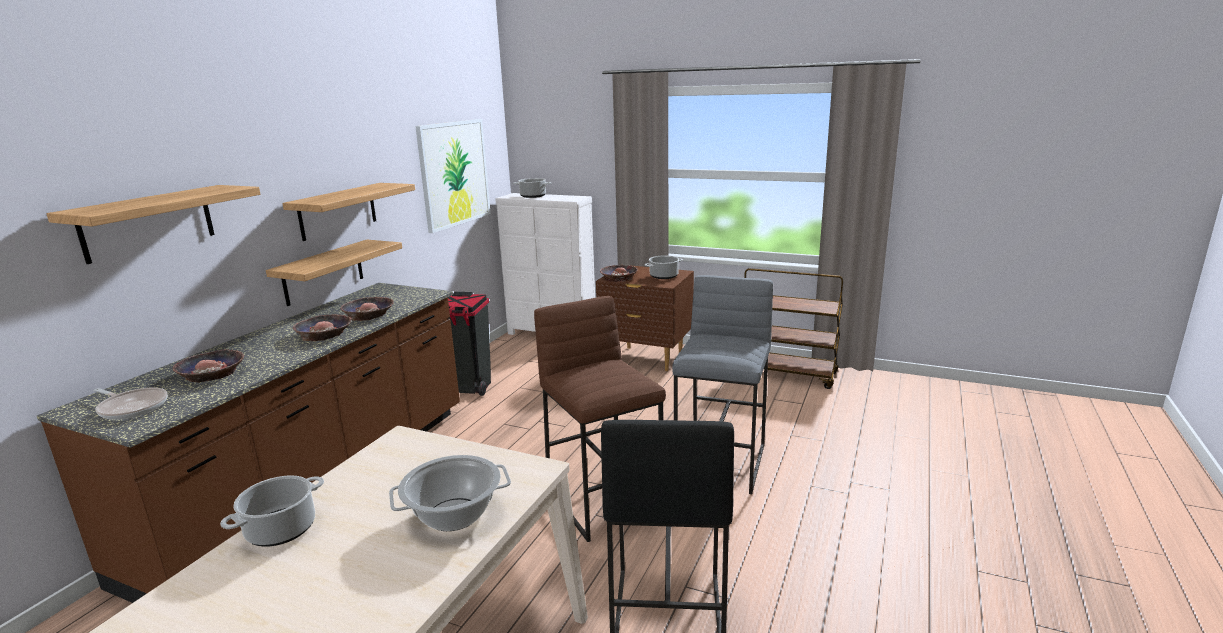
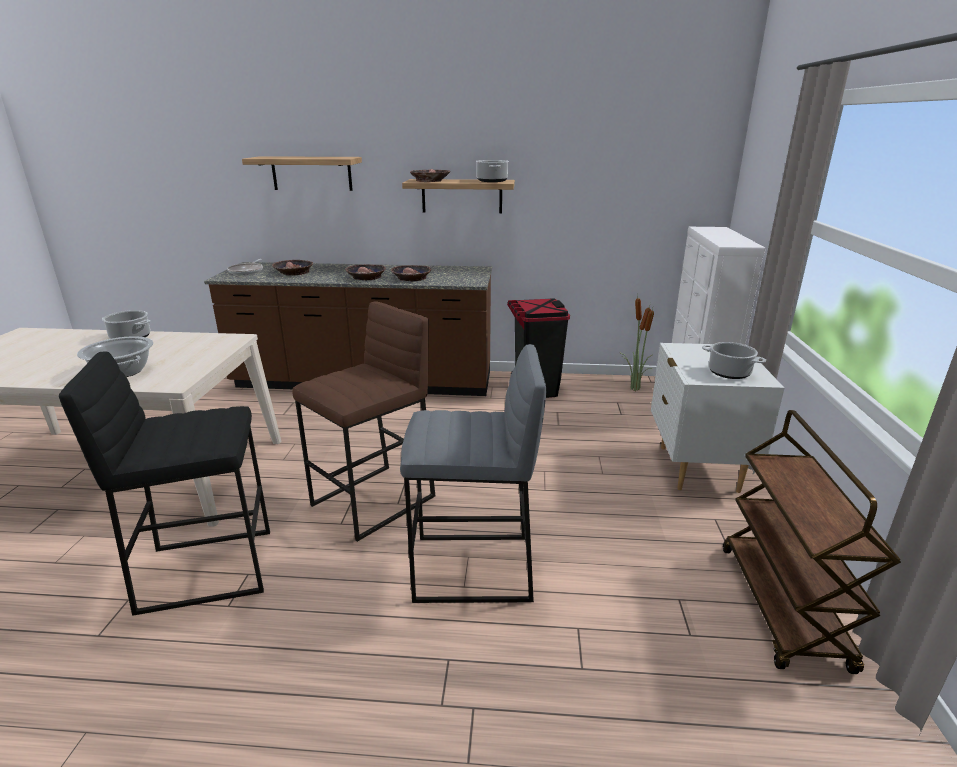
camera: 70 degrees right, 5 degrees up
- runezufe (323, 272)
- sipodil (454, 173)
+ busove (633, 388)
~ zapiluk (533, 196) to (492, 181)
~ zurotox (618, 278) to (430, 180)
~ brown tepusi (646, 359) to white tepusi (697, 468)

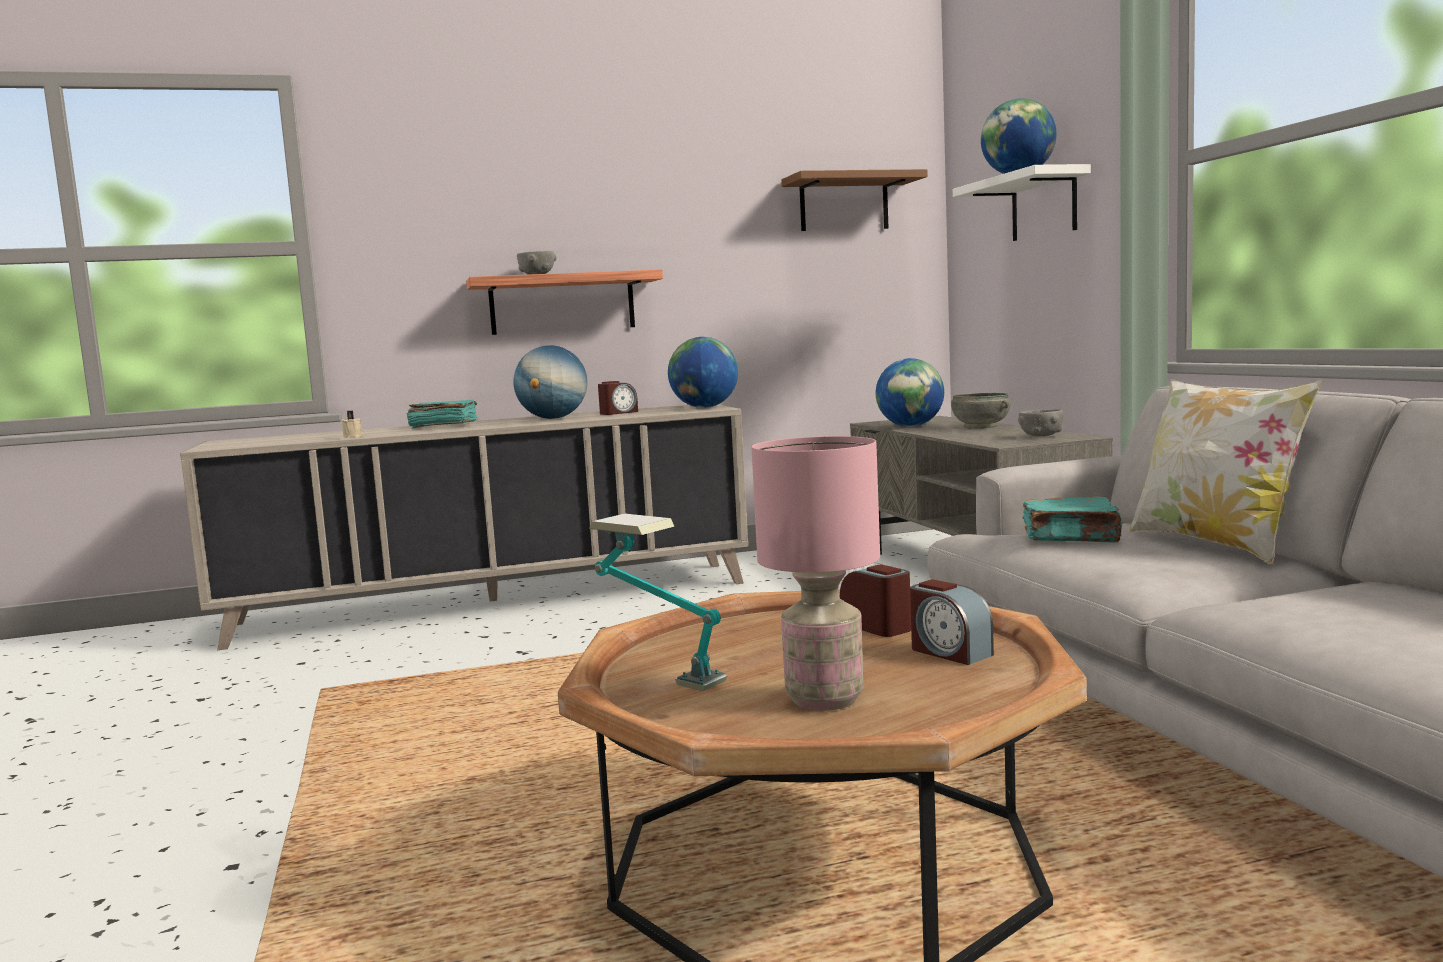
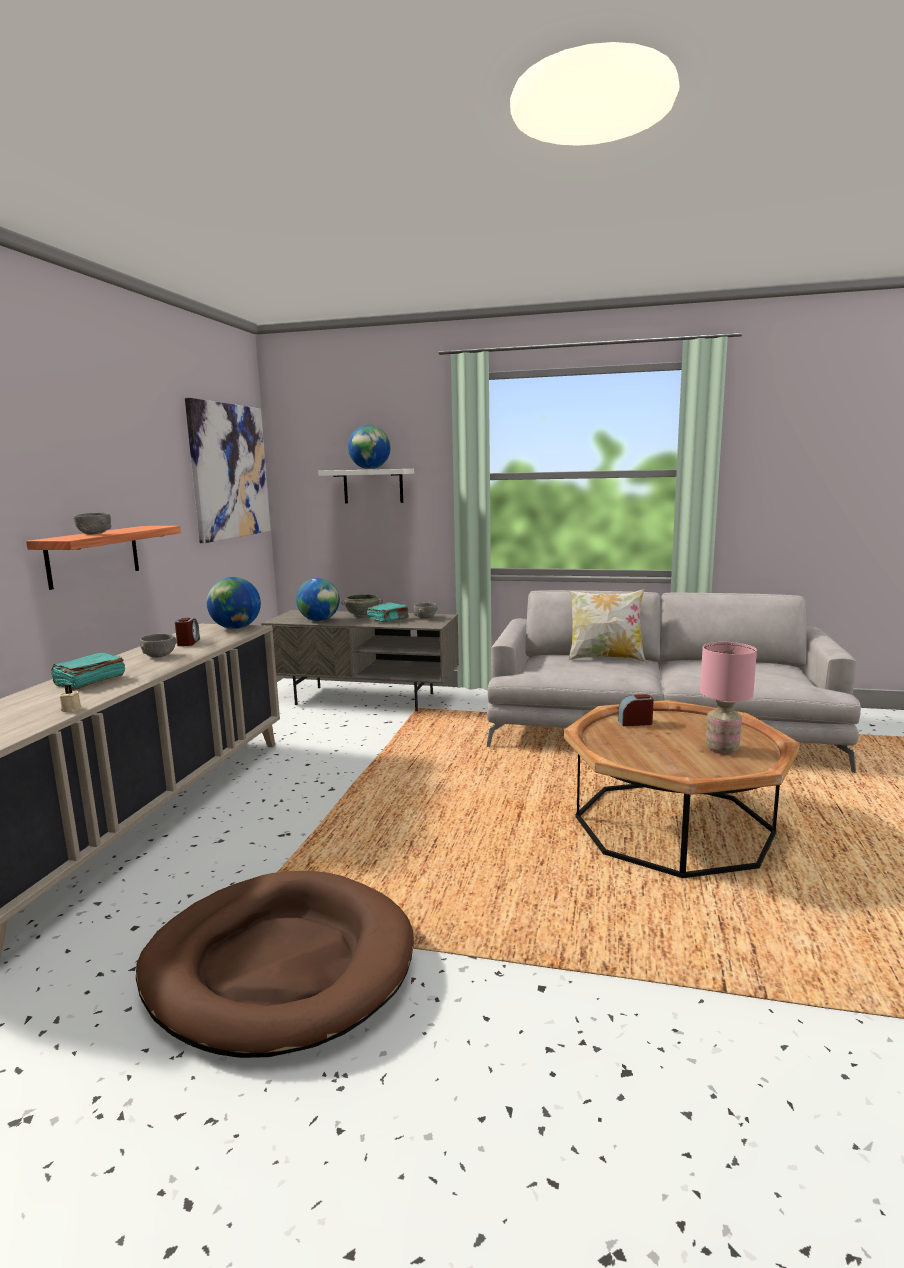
camera: 60 degrees left, 5 degrees up
- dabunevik (658, 672)
- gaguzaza (949, 652)
+ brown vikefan (279, 966)
~ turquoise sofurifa (1072, 538) to (388, 619)
~ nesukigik (553, 418) to grey zurotox (159, 656)
~ brown runezufe (844, 204) to sipodil (229, 471)

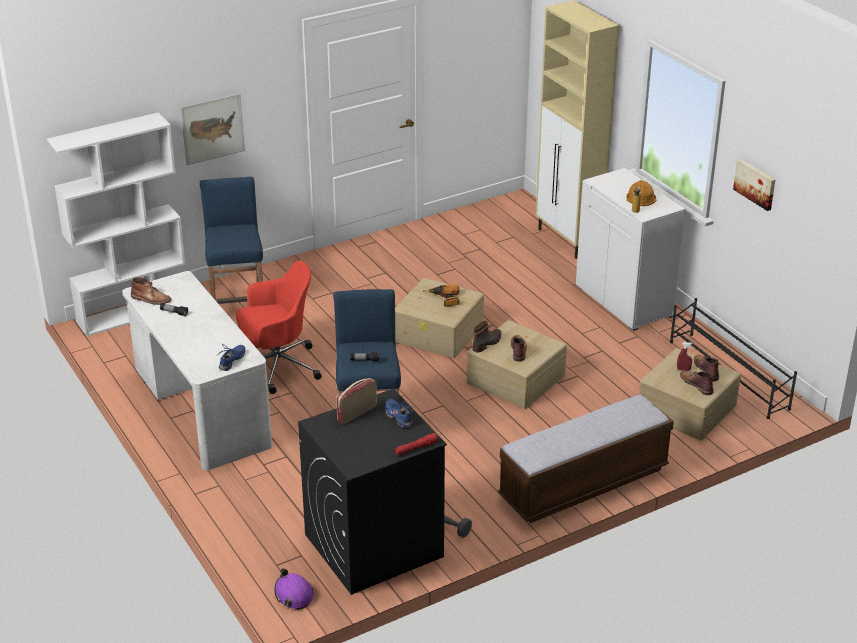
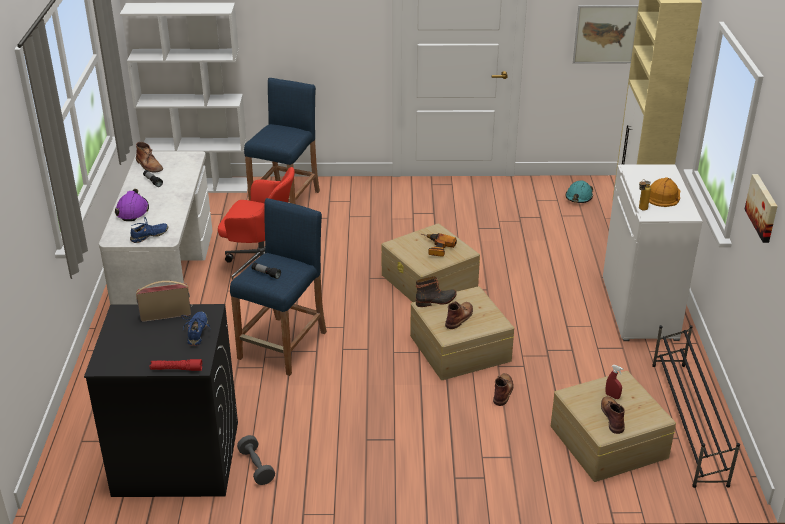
camera: 30 degrees right, 0 degrees up
- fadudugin (583, 483)
+ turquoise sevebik (578, 197)
~ sipodil (213, 128) to (605, 34)
~ purple sevebik (293, 594) to (132, 211)
~ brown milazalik (706, 369) to (503, 391)

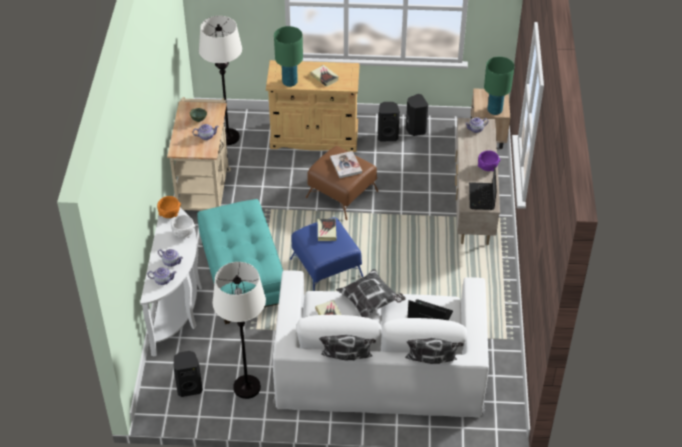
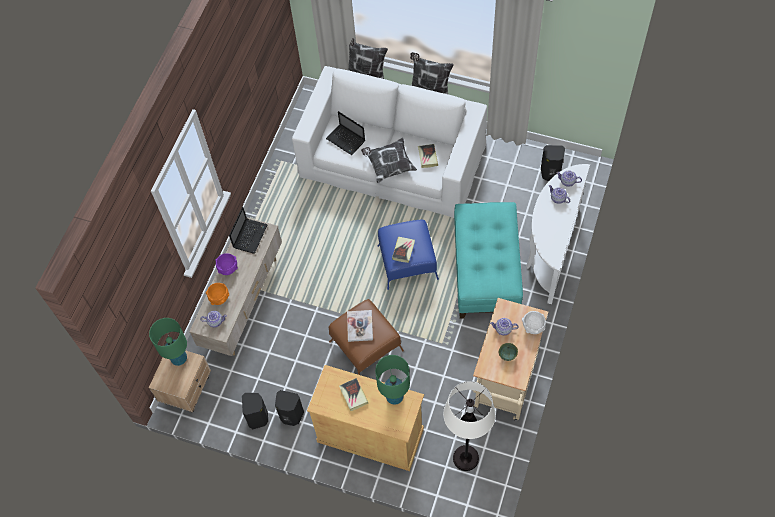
camera: 160 degrees left, 15 degrees up
- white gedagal (246, 387)
~ orange zurotox (169, 214) to (219, 298)
~ white zurotox (183, 233) to (533, 327)

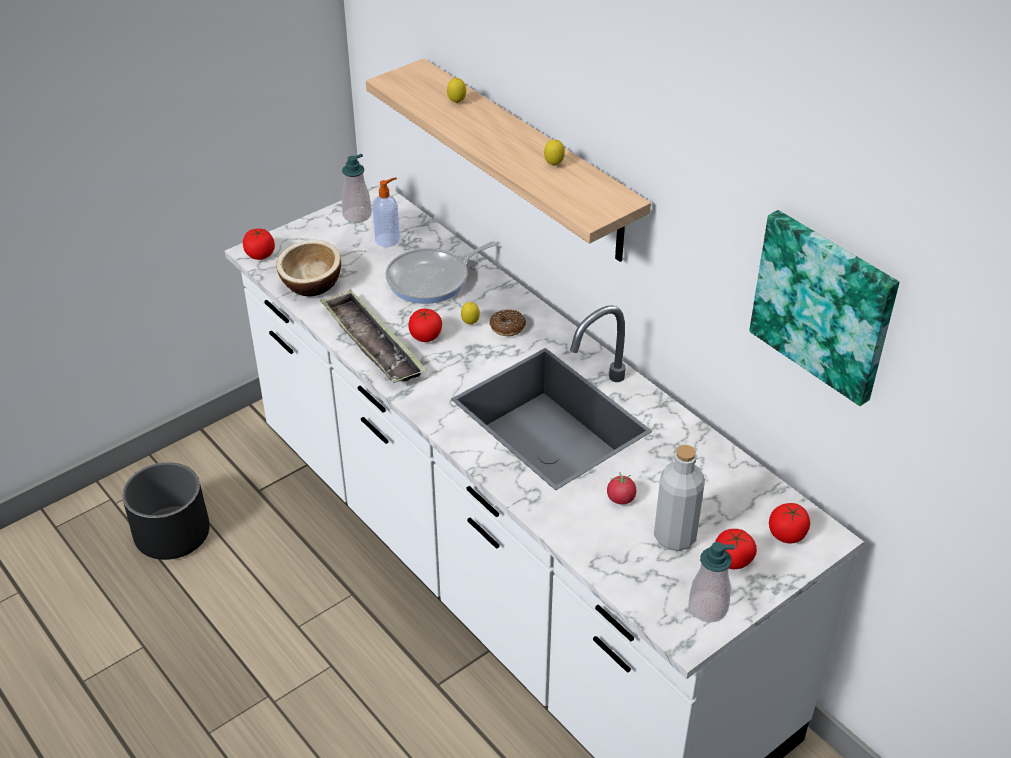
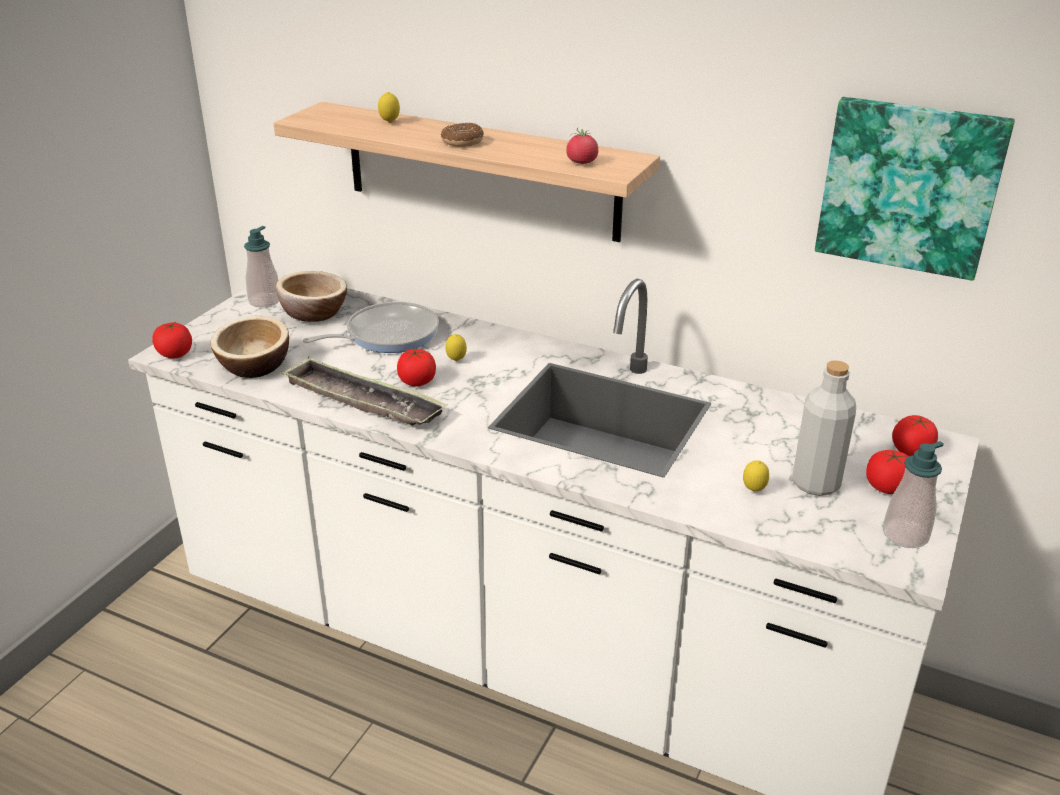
camera: 25 degrees left, 10 degrees down
- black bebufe (172, 533)
~ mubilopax (507, 327) to (462, 142)
~ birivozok (554, 165) to (753, 491)
~ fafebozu (620, 498) to (581, 162)
~ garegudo (388, 239) to zurotox (314, 313)
~ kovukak (432, 280) = (387, 335) 150 degrees counterclockwise

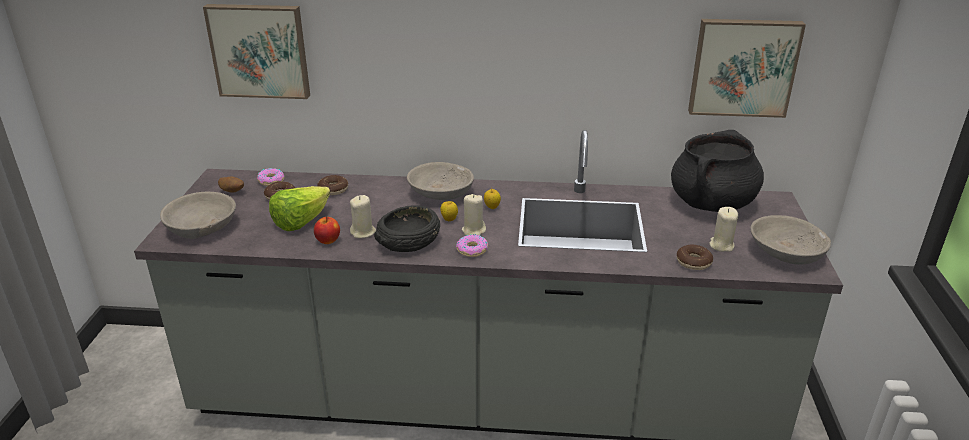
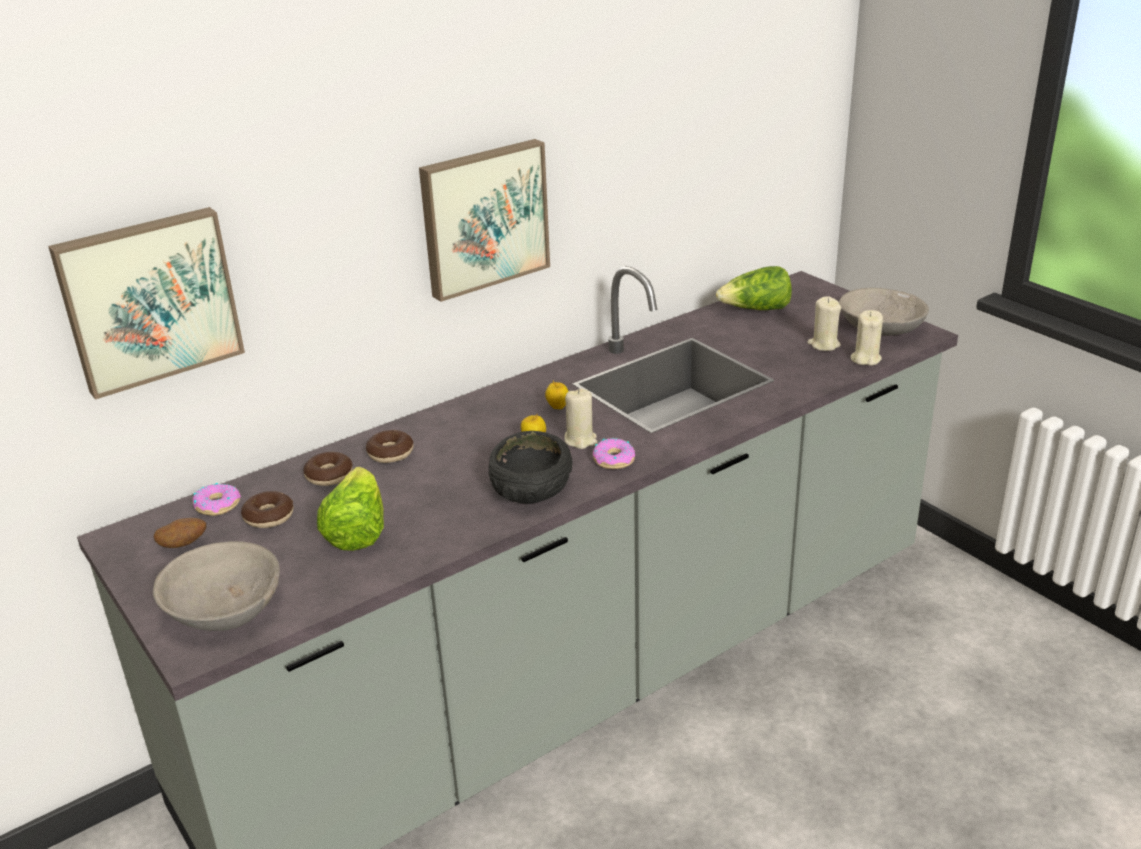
camera: 40 degrees left, 0 degrees up
- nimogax (328, 241)
- grey zurotox (440, 193)
~ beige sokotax (363, 232) to (865, 359)
~ mubilopax (693, 262) to (390, 453)
~ sipodil (743, 67) to (483, 217)
~ black zapiluk (712, 203) to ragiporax (756, 310)

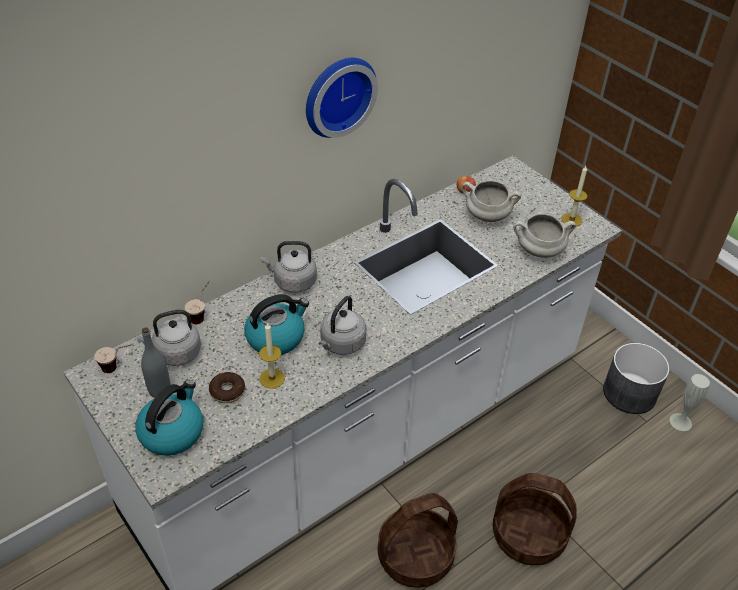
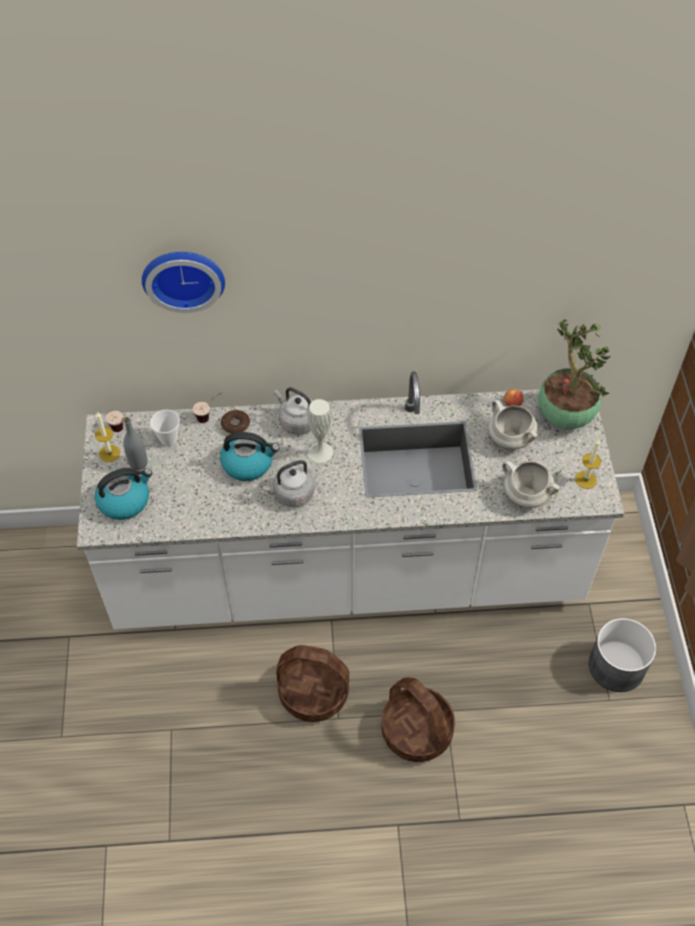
camera: 35 degrees right, 10 degrees up
+ busove (563, 416)
~ mubilopax (227, 391) to (235, 425)
~ sokotax (272, 378) to (109, 453)
~ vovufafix (337, 94) to (183, 276)
~ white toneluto (680, 422) to (320, 452)
~ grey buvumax (175, 353) to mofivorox (168, 439)

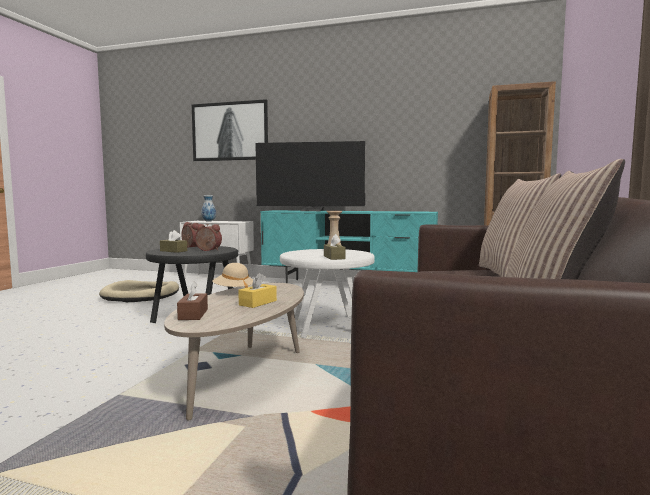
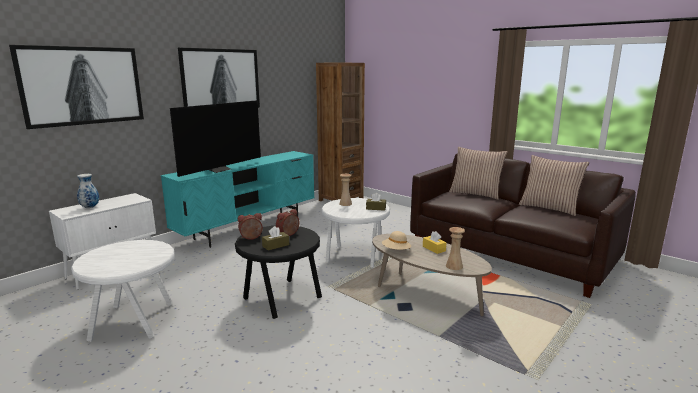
camera: 65 degrees left, 10 degrees up
+ sipodil (221, 80)
~ beige vikefan (141, 295) to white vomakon (134, 321)
~ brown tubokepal (193, 314) to beige toneluto (454, 266)

